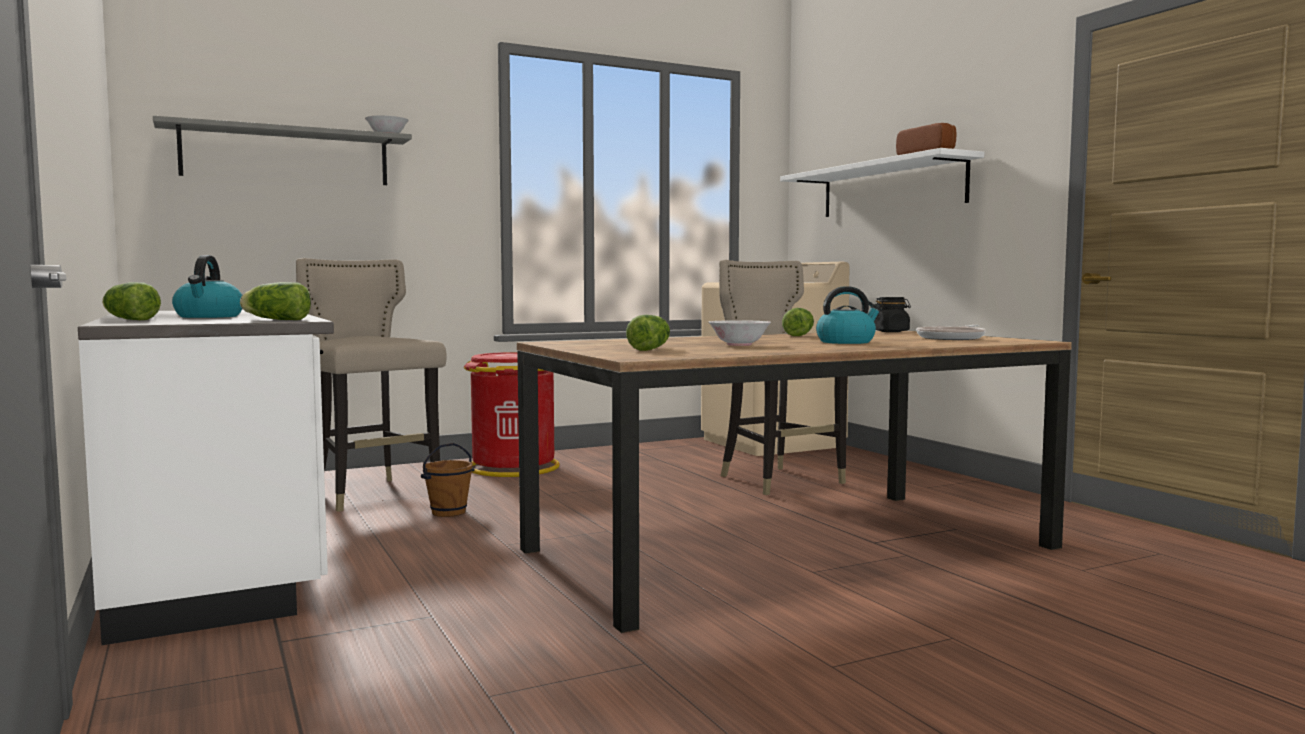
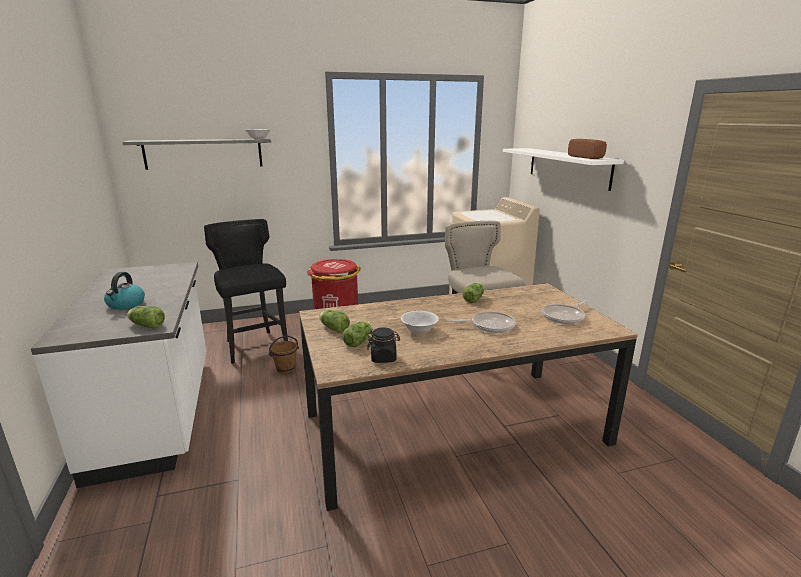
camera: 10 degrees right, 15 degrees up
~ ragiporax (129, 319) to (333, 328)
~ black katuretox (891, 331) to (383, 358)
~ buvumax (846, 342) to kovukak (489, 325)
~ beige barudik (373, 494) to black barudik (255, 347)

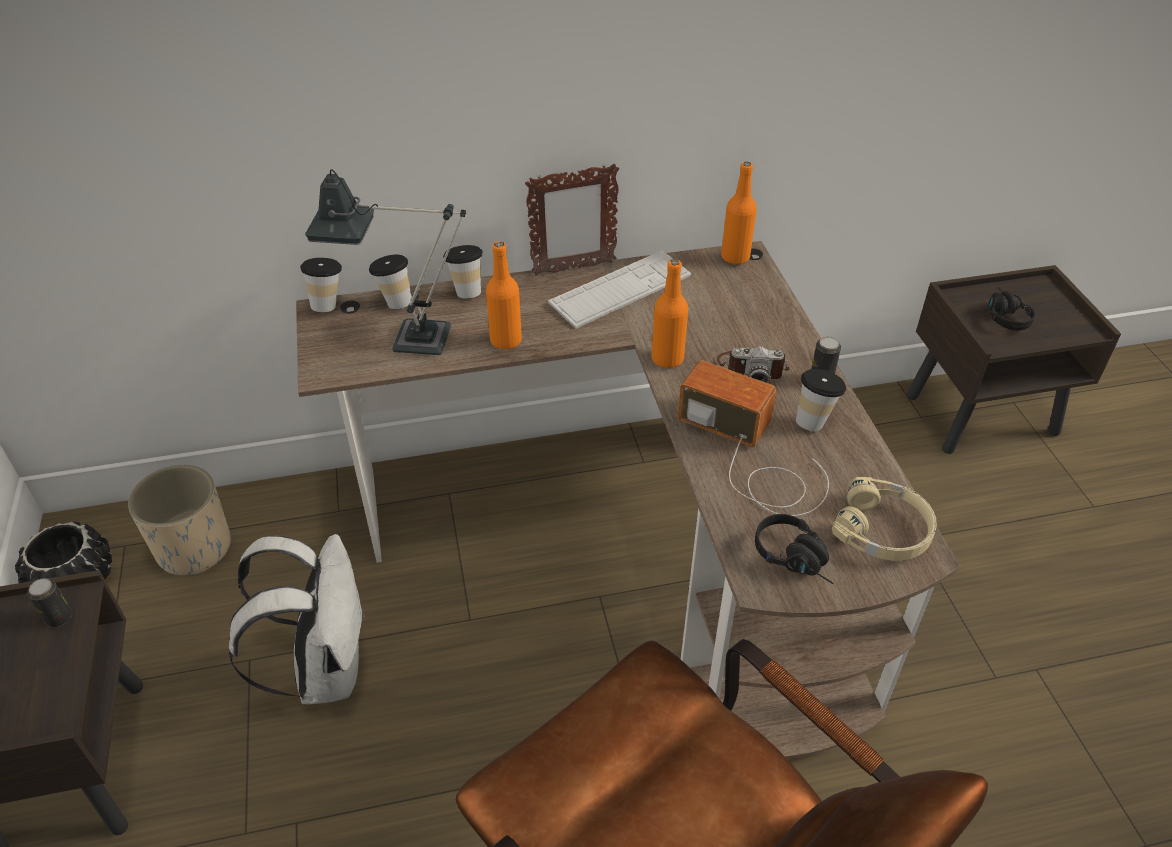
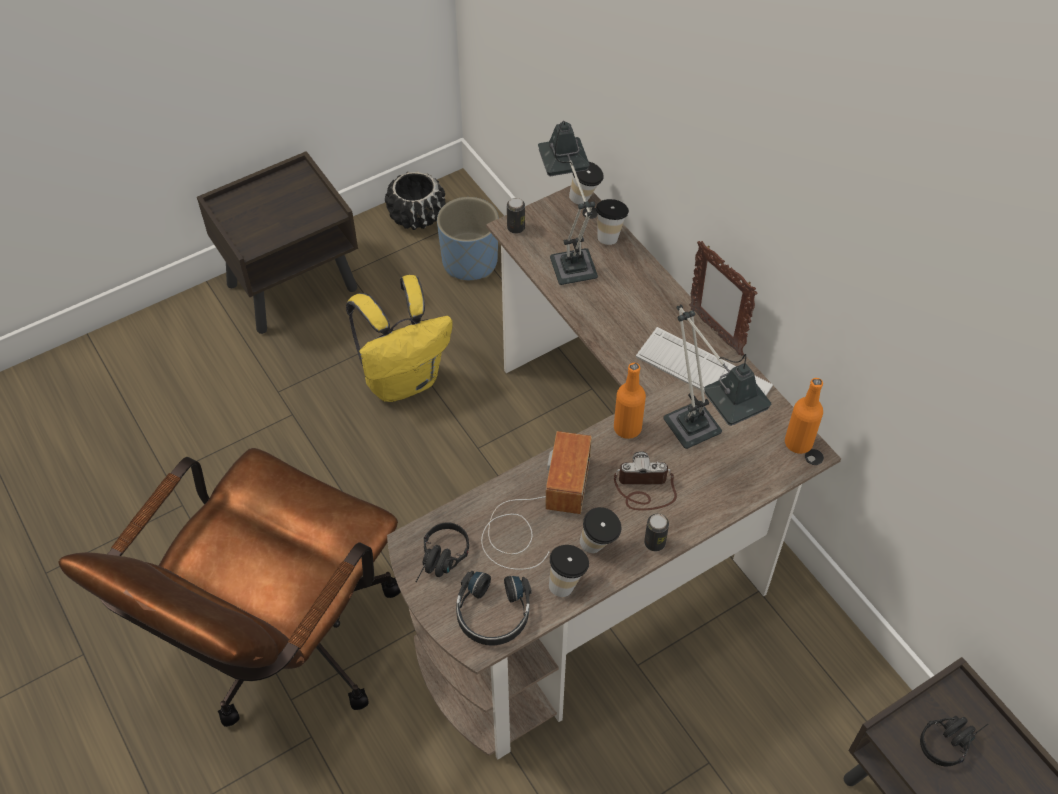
camera: 70 degrees right, 10 degrees up
- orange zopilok (506, 341)
+ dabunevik (699, 436)
~ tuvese (59, 617) to (516, 228)
~ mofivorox (466, 291) to (567, 583)
~ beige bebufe (194, 549) to blue bebufe (469, 262)
~ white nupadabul (325, 668) to yellow nupadabul (404, 379)
~ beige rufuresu (883, 530) to black rufuresu (493, 614)
~ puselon (751, 368) = (644, 489) 105 degrees clockwise

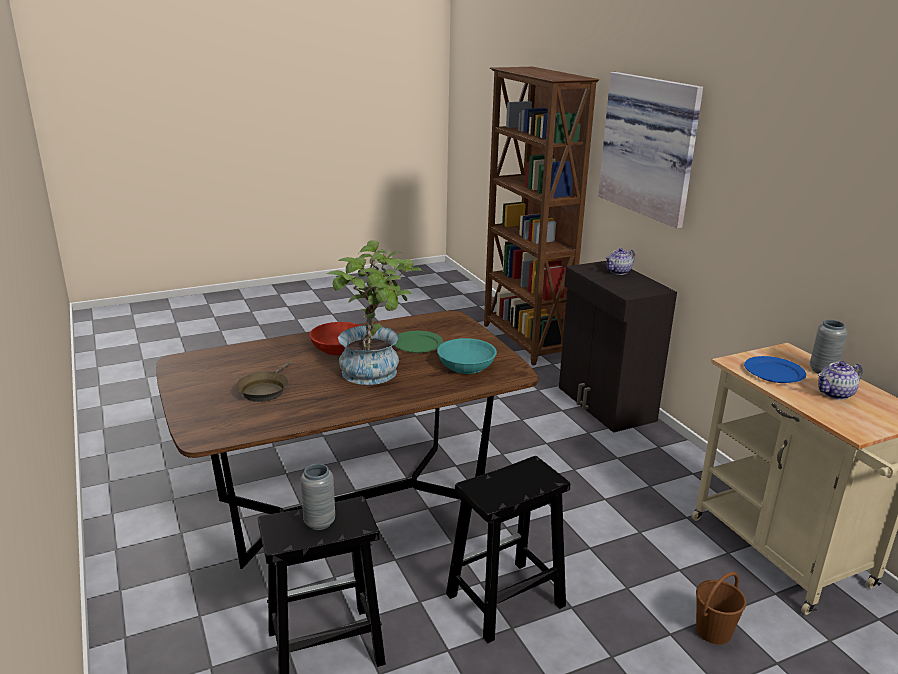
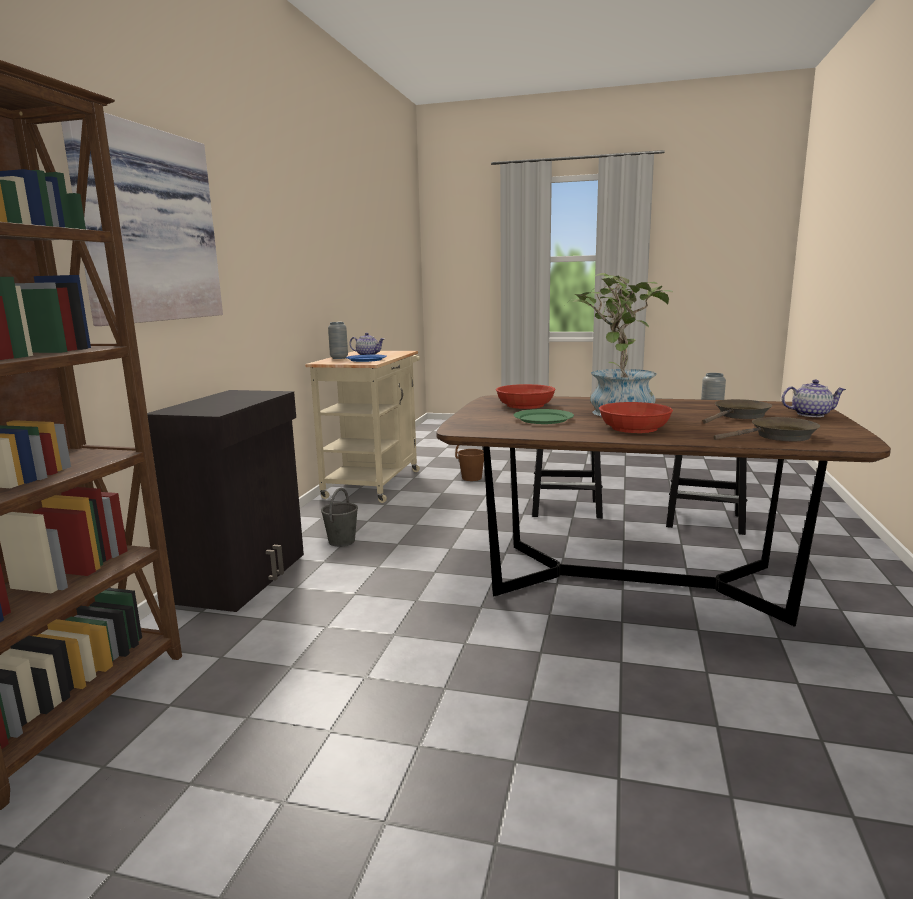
camera: 140 degrees left, 10 degrees down
+ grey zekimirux (342, 541)
+ brown kovukak (778, 436)
~ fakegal (618, 272) to (811, 414)
~ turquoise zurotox (466, 365) to red zurotox (525, 405)

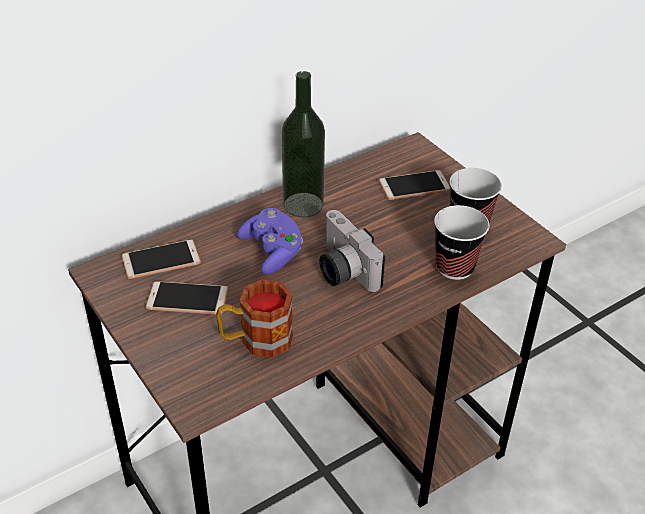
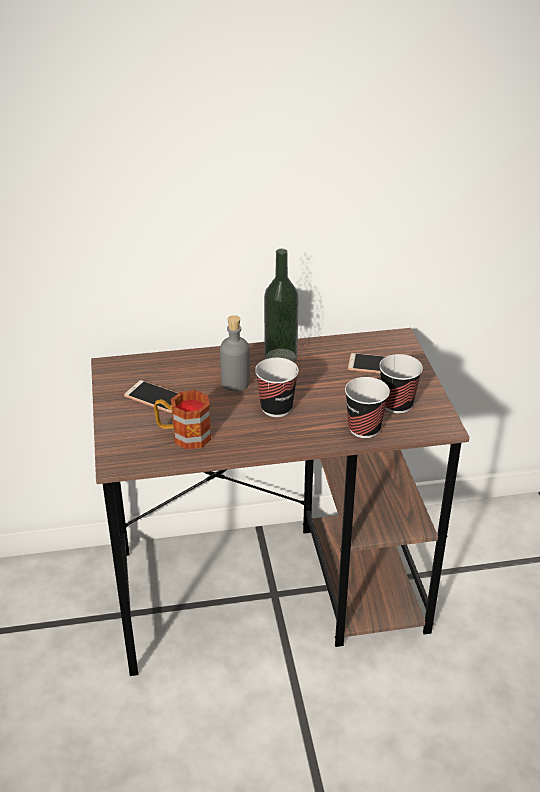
camera: 25 degrees right, 5 degrees down
- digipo (161, 260)
~ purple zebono (272, 252) to grey zopilok (235, 383)
~ puselon (341, 270) to mofivorox (276, 408)

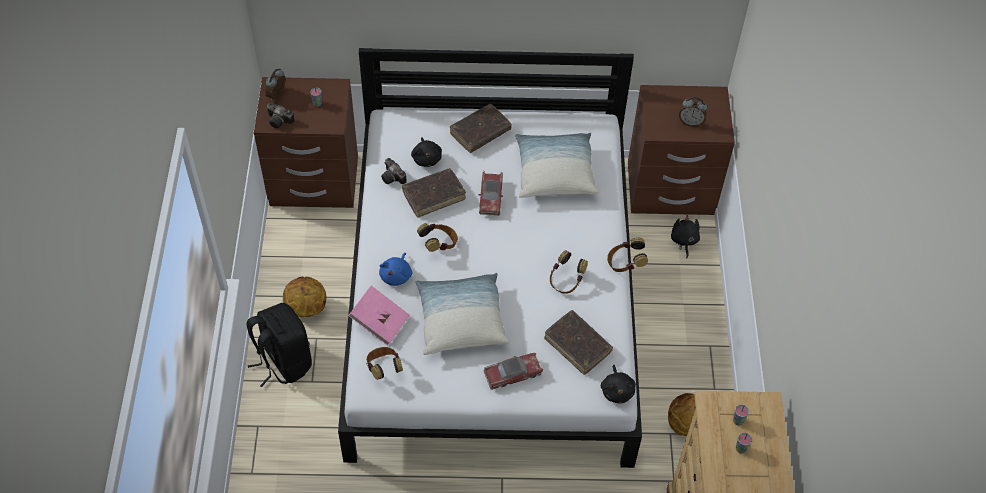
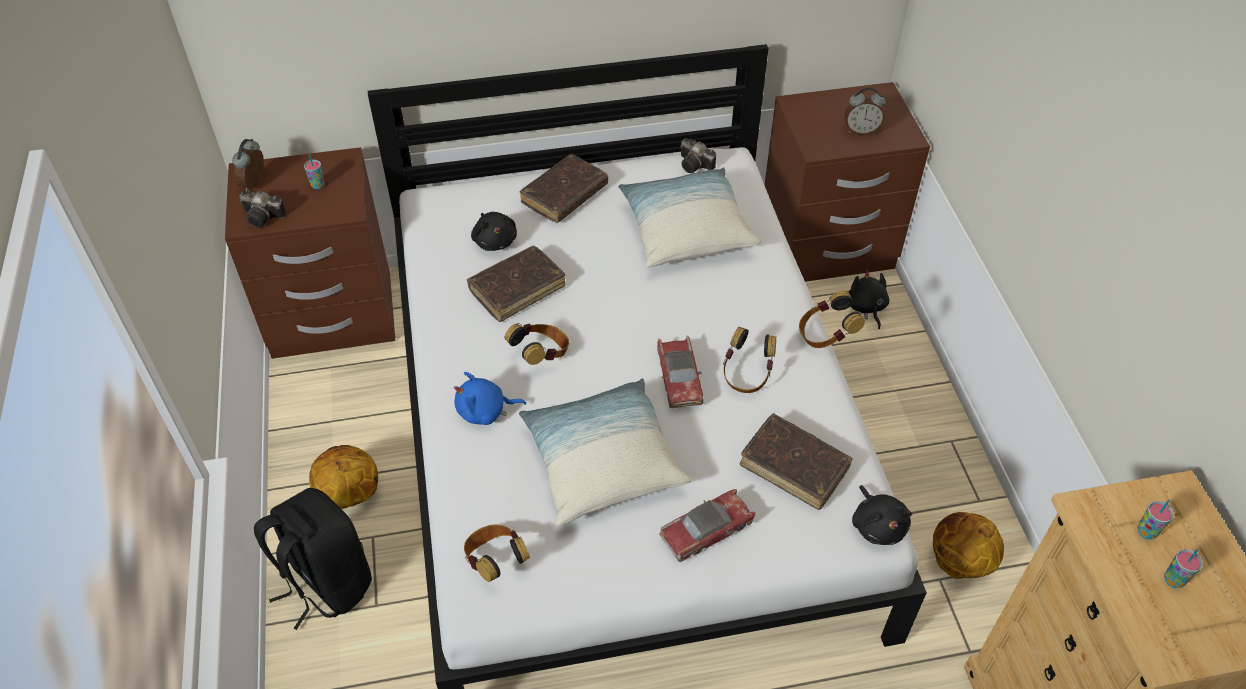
camera: 10 degrees left, 5 degrees down
- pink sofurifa (380, 322)
~ puselon (393, 178) to (696, 165)
~ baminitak (490, 197) to (679, 378)
~ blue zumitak (396, 275) = (485, 411) 75 degrees clockwise

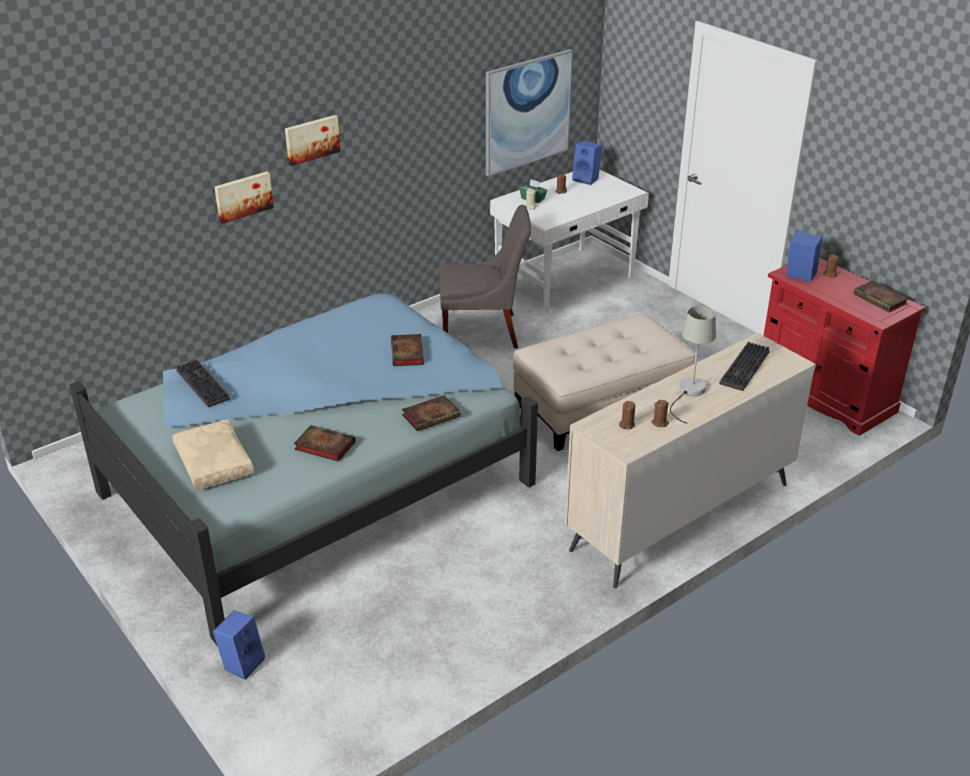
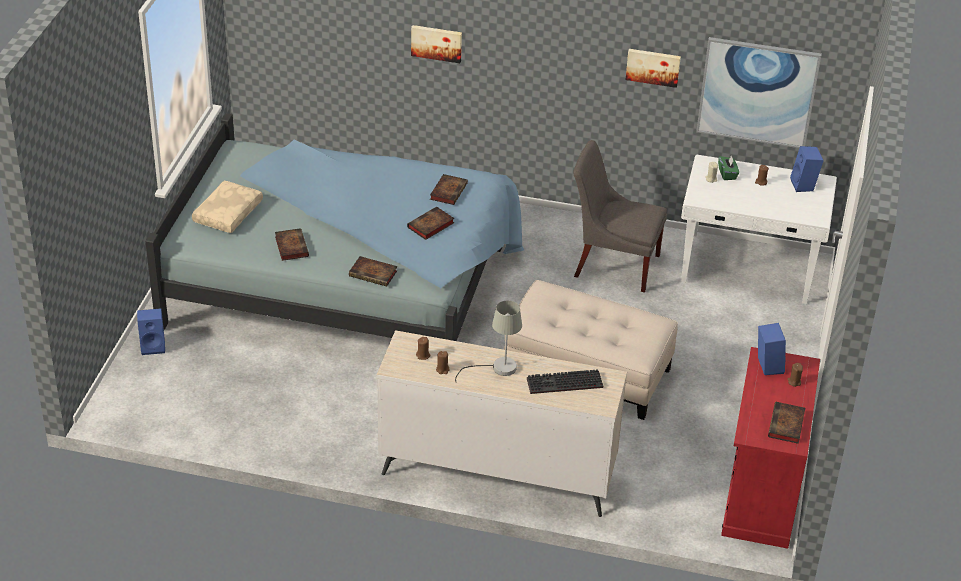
camera: 50 degrees right, 5 degrees up
- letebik (200, 385)
+ sofurifa (448, 191)
~ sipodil (311, 139) to (653, 66)
~ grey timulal (484, 332) = (613, 264) 150 degrees clockwise

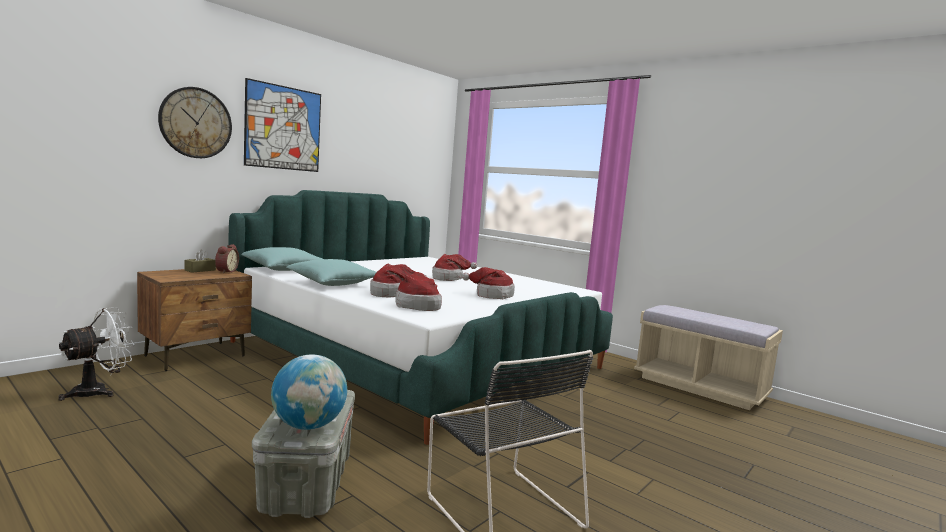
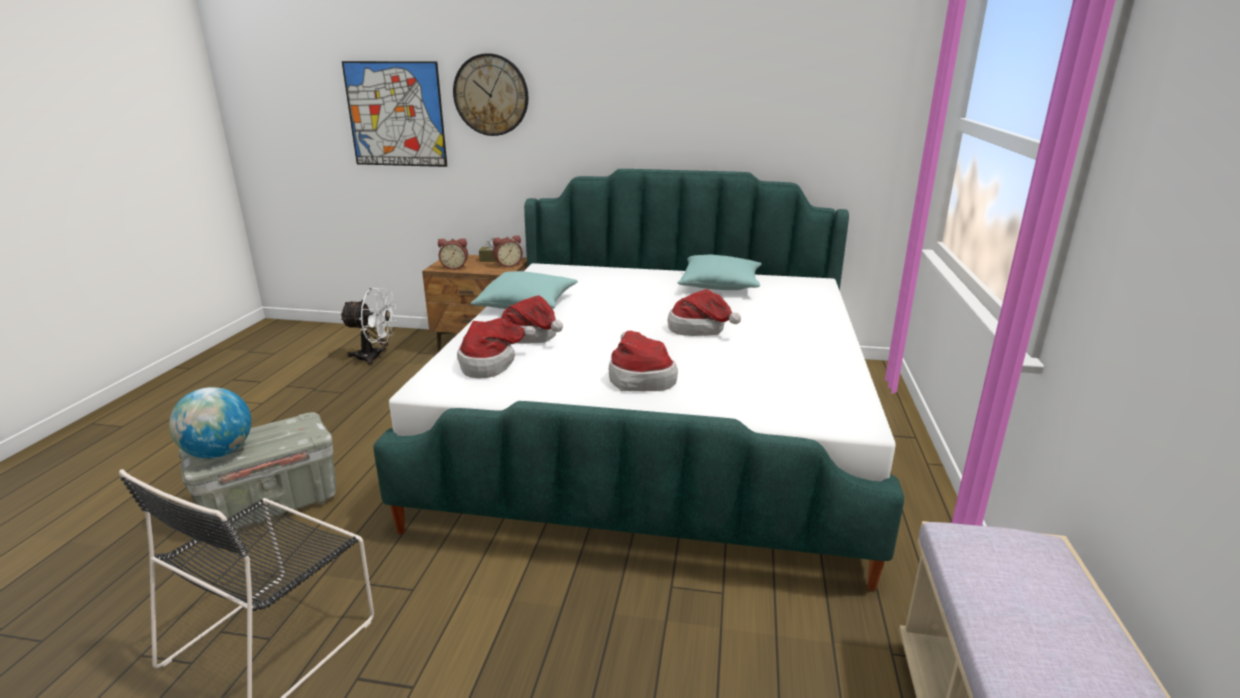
camera: 60 degrees right, 15 degrees up
+ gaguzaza (455, 267)
~ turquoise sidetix (283, 269) to (720, 285)
~ sipodil (283, 128) to (395, 114)

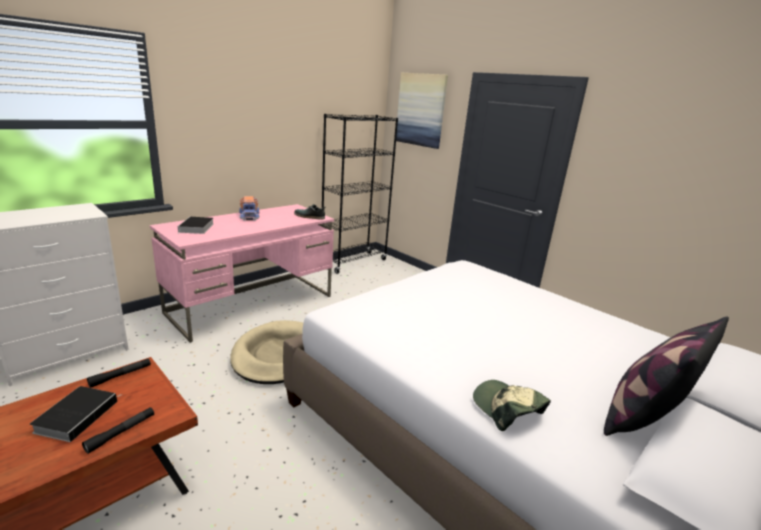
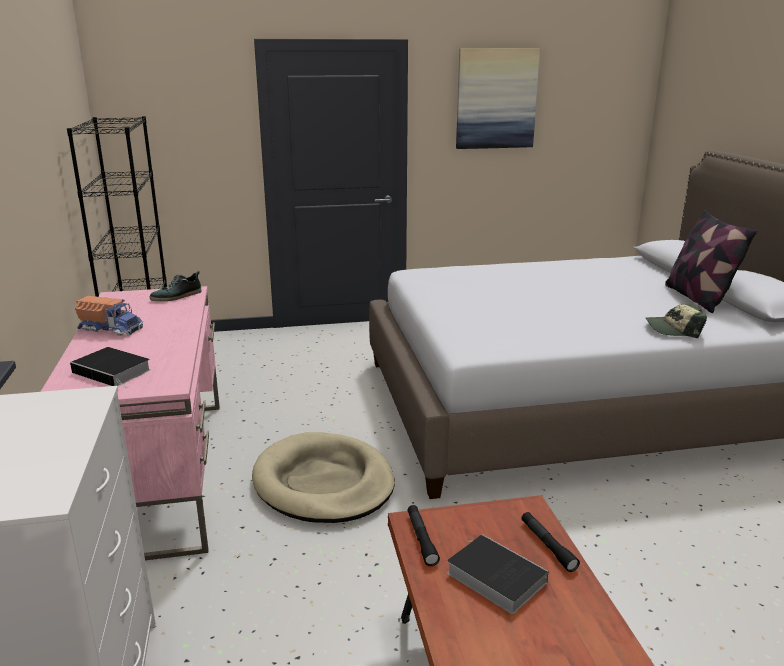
camera: 55 degrees left, 0 degrees up
~ sipodil (421, 110) to (496, 99)

